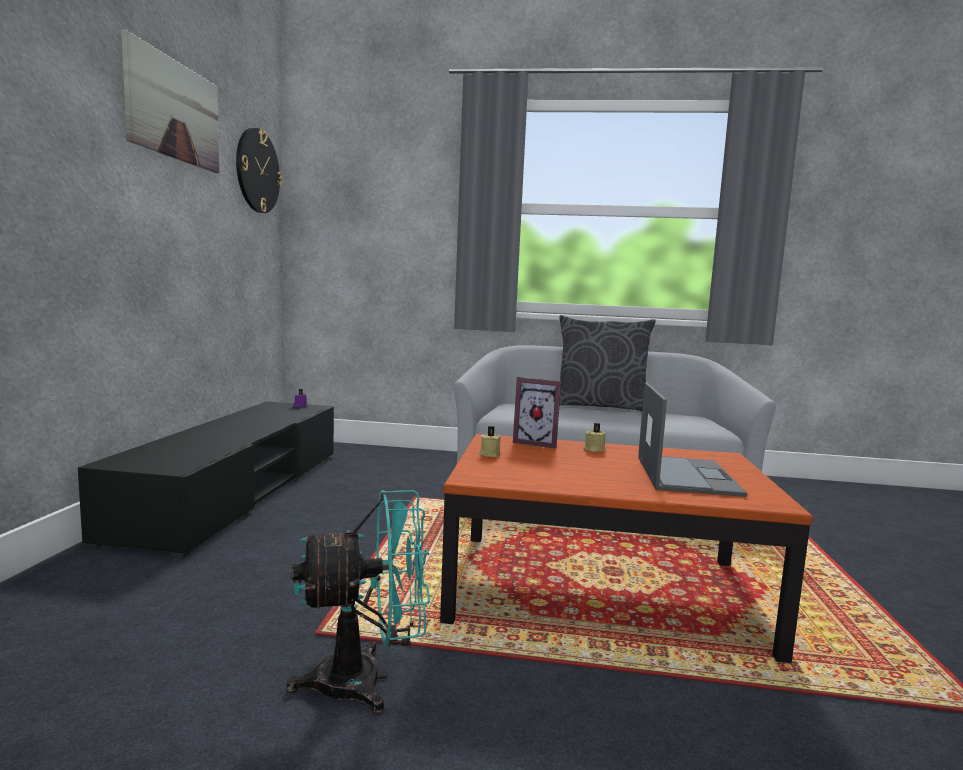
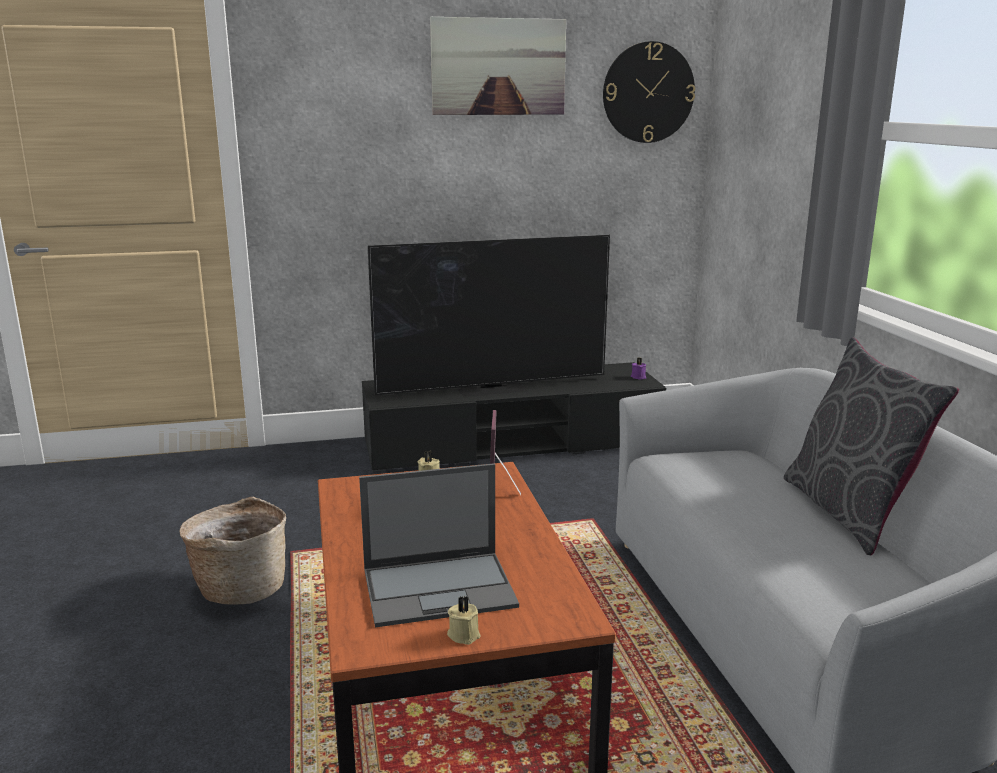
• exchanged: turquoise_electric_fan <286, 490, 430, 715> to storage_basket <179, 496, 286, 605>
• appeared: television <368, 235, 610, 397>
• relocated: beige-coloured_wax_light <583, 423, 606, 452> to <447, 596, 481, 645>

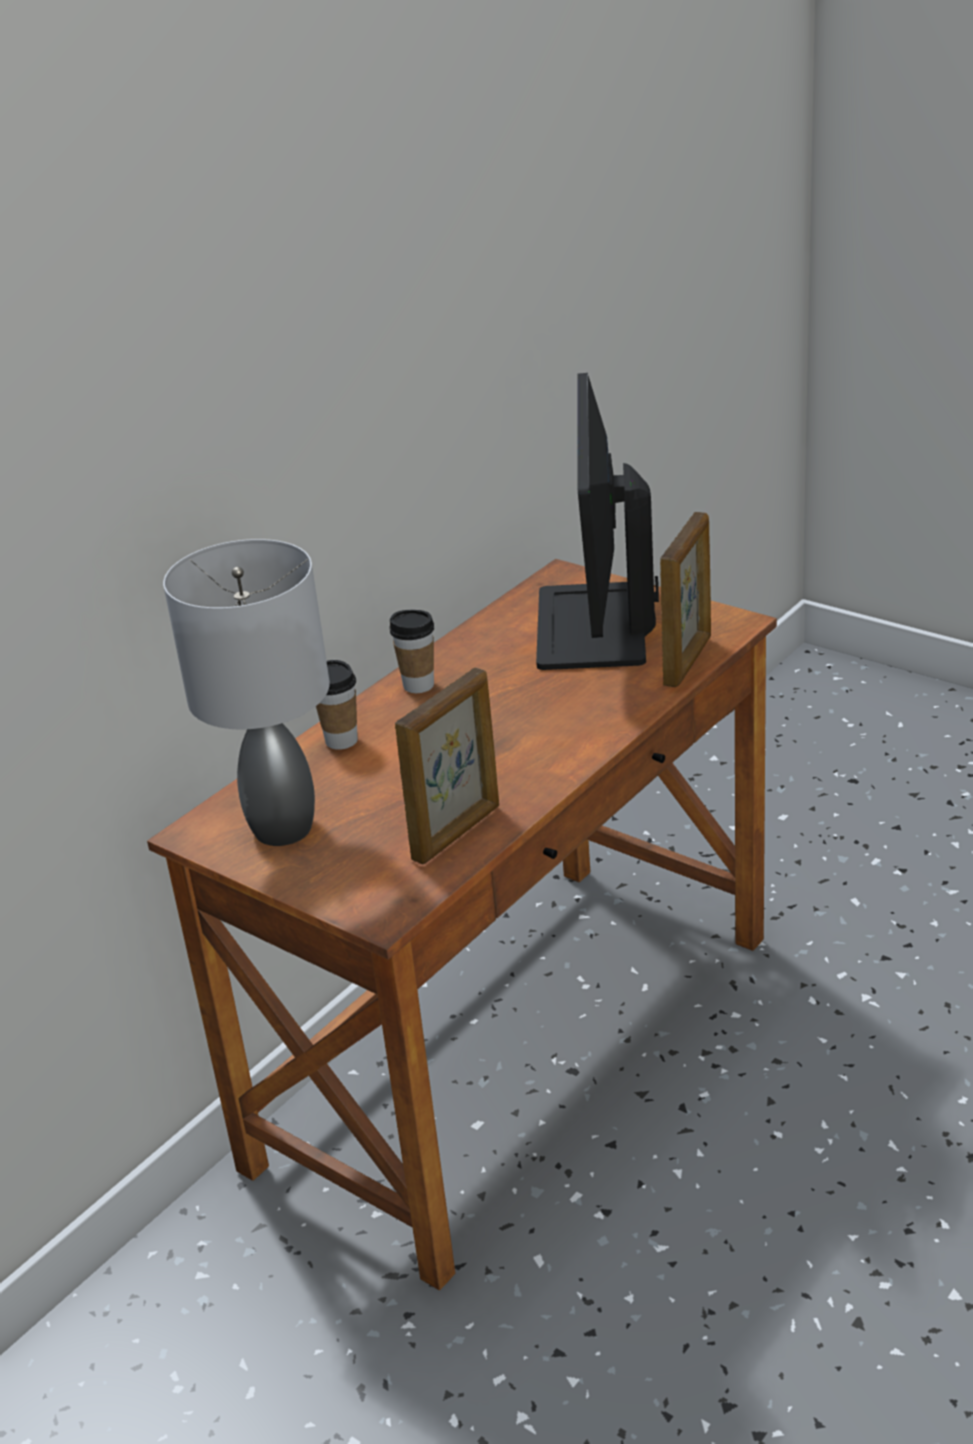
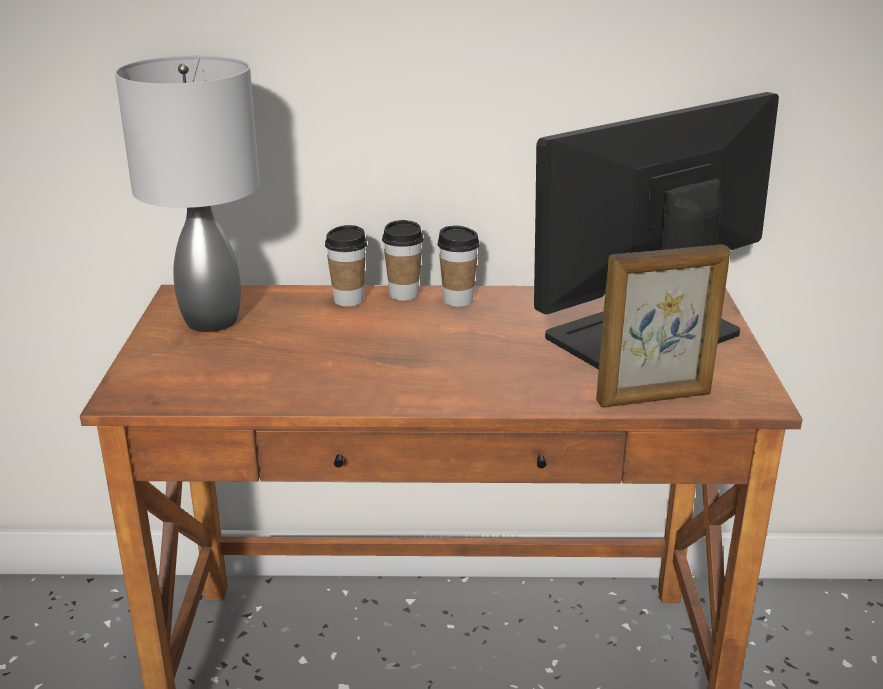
• appeared: drinking_cup <382, 220, 424, 301>
• missing: photo_frame <395, 668, 499, 865>

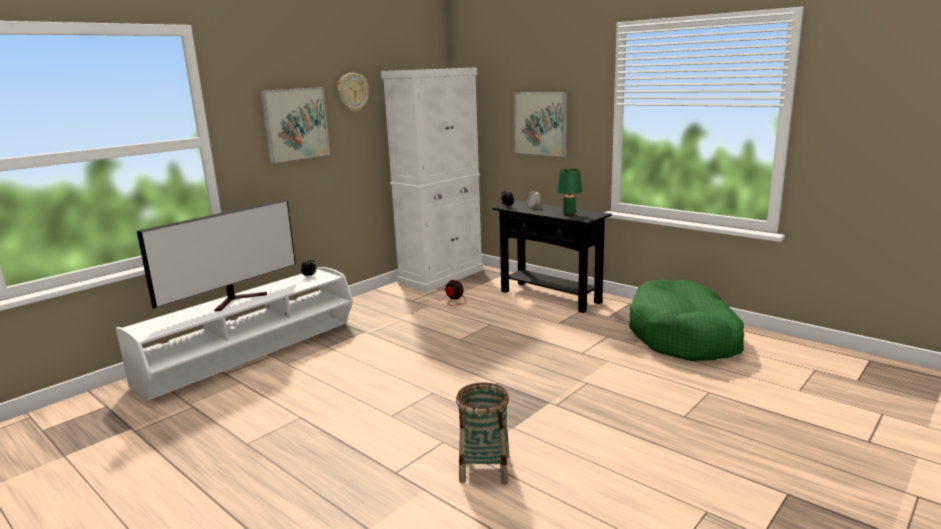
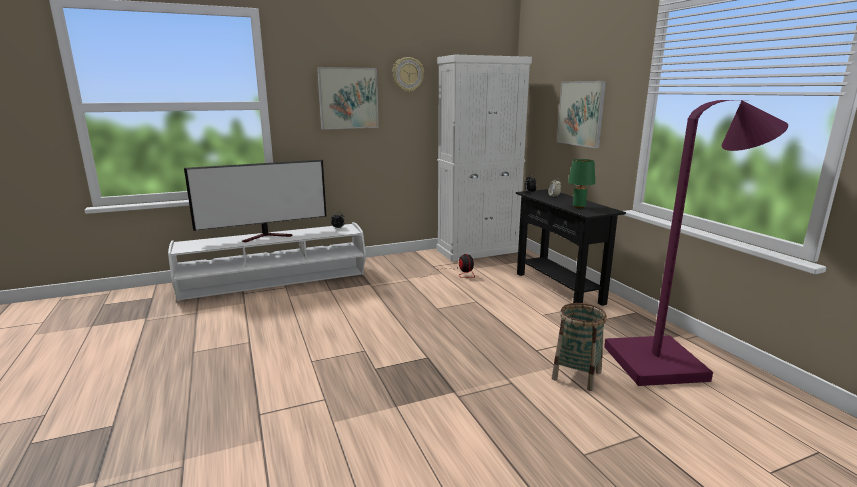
• relocated: storage_basket <456, 382, 510, 485> to <552, 303, 607, 391>
• exchanged: green-coloured_dog_cushion <629, 280, 744, 361> to purplish_standing_lamp <604, 100, 788, 386>

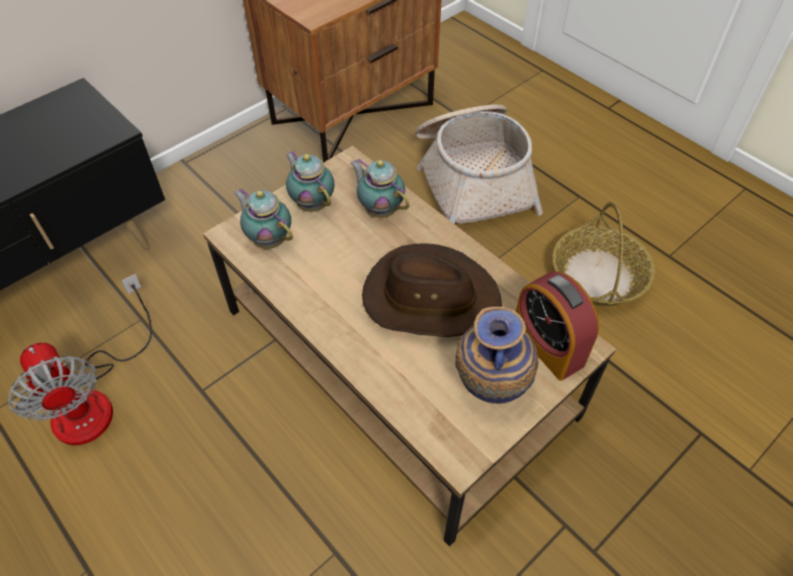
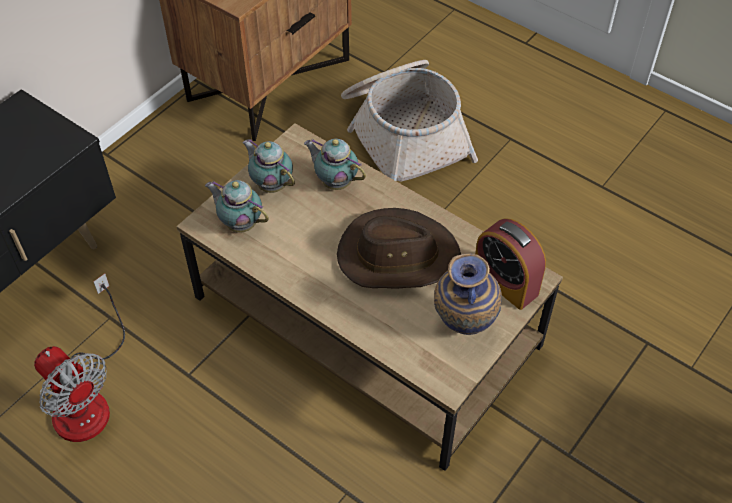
• missing: storage_basket <553, 202, 655, 306>

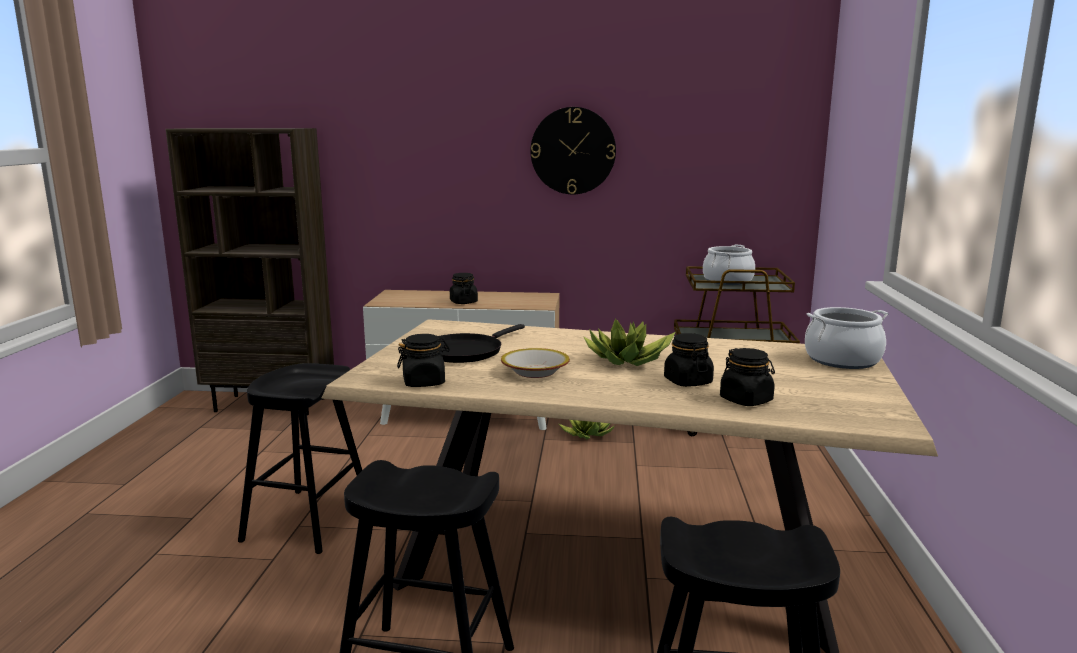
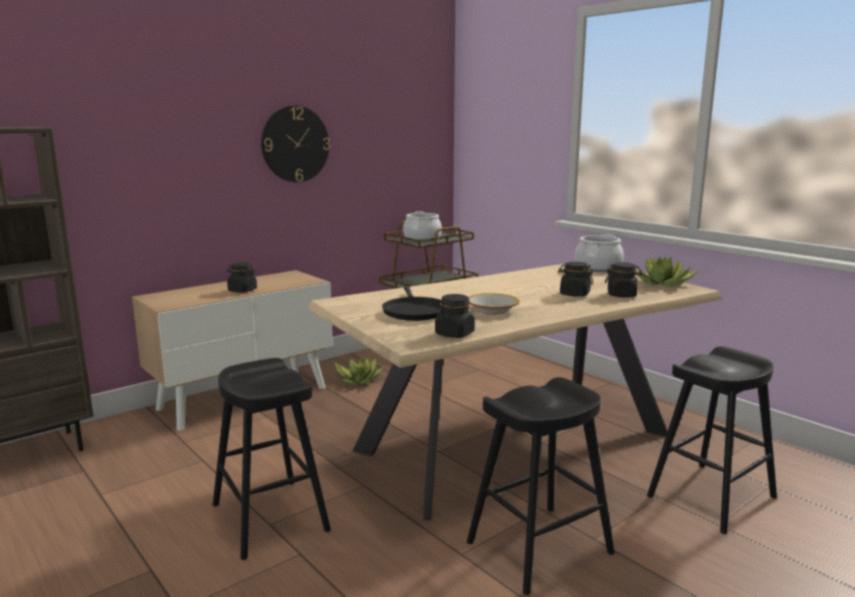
• relocated: houseplant <583, 318, 676, 366> to <636, 256, 699, 286>

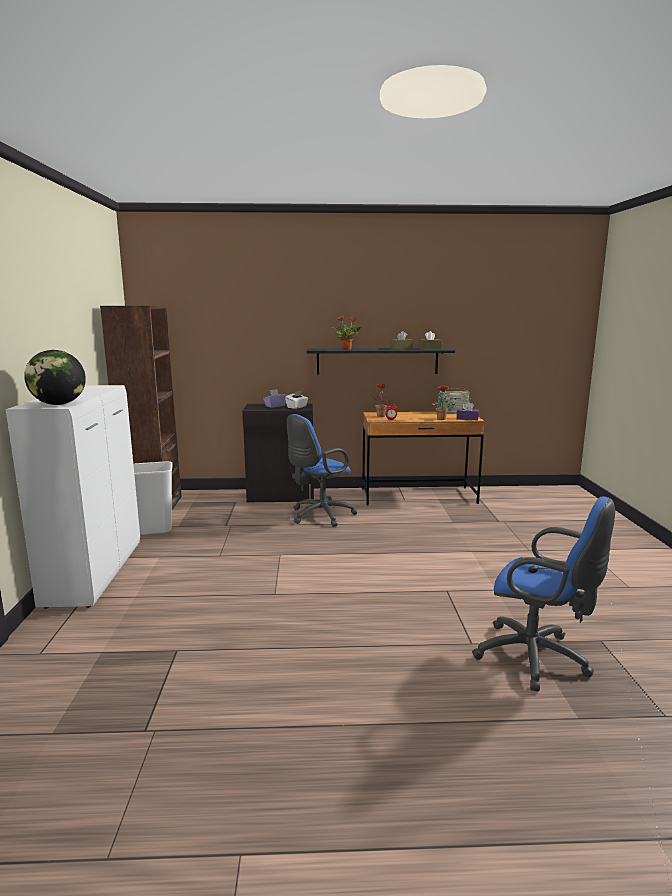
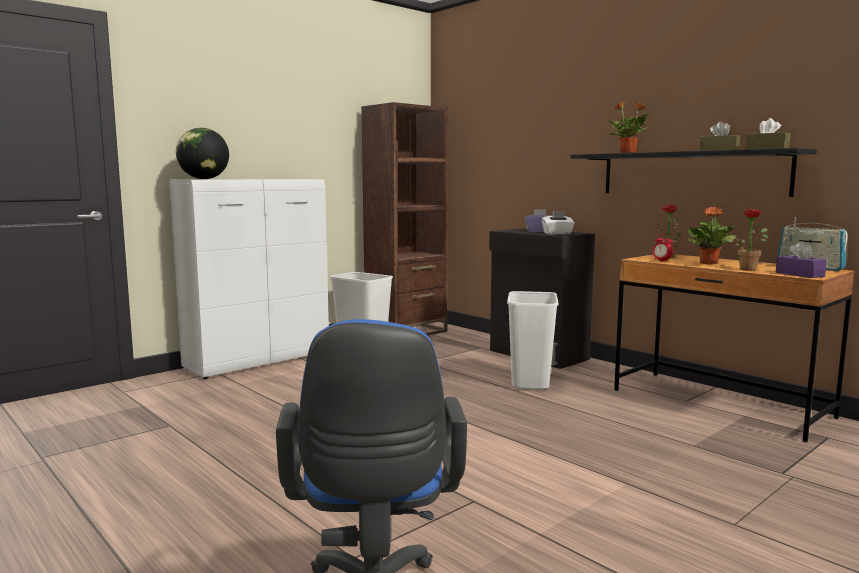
• exchanged: blue_office_chair <287, 414, 357, 527> to white-coloured_waste_bin <507, 291, 559, 390>
• appeared: houseplant <688, 207, 737, 264>

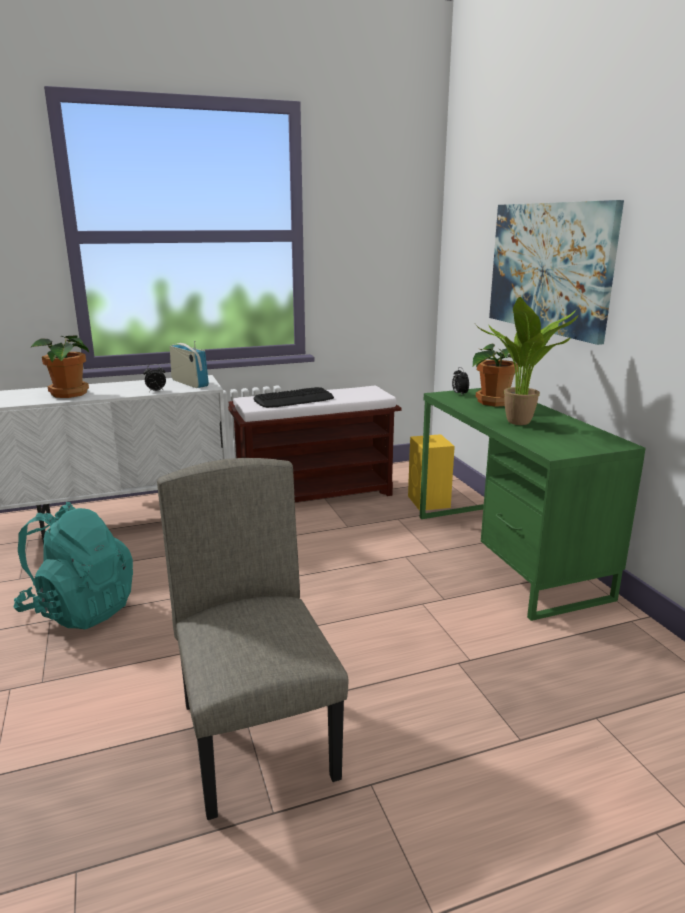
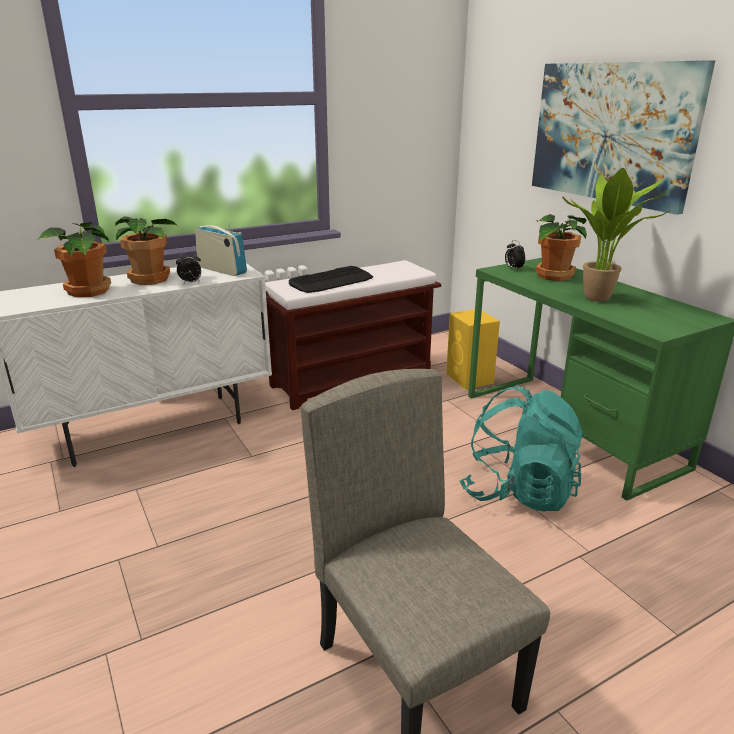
• appeared: houseplant <116, 216, 178, 285>
• relocated: turquoise_rucksack <14, 502, 133, 629> to <460, 384, 584, 512>

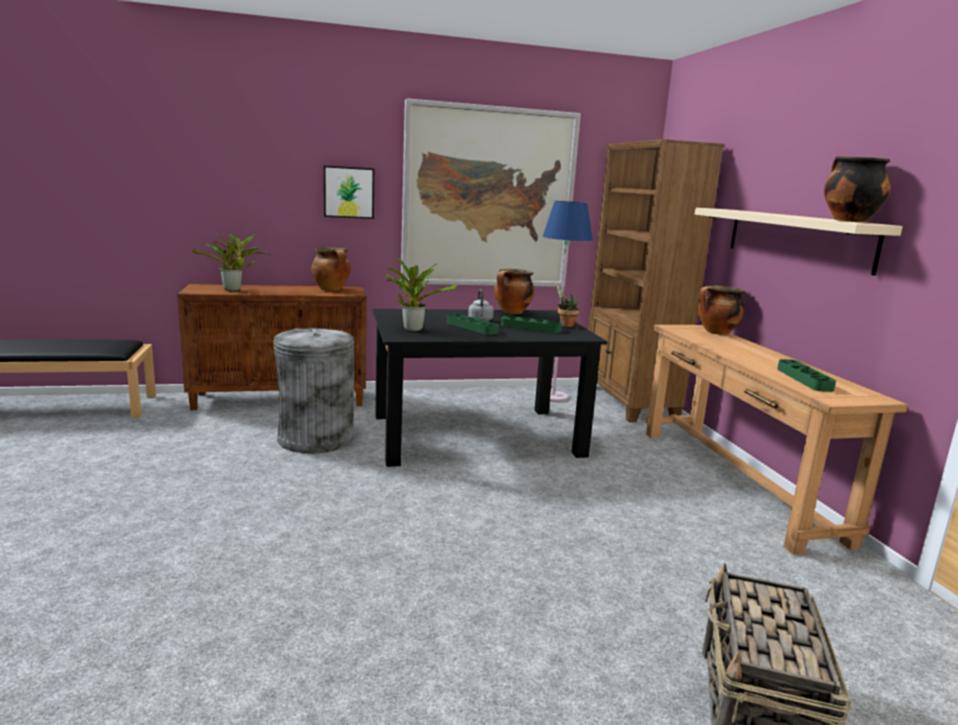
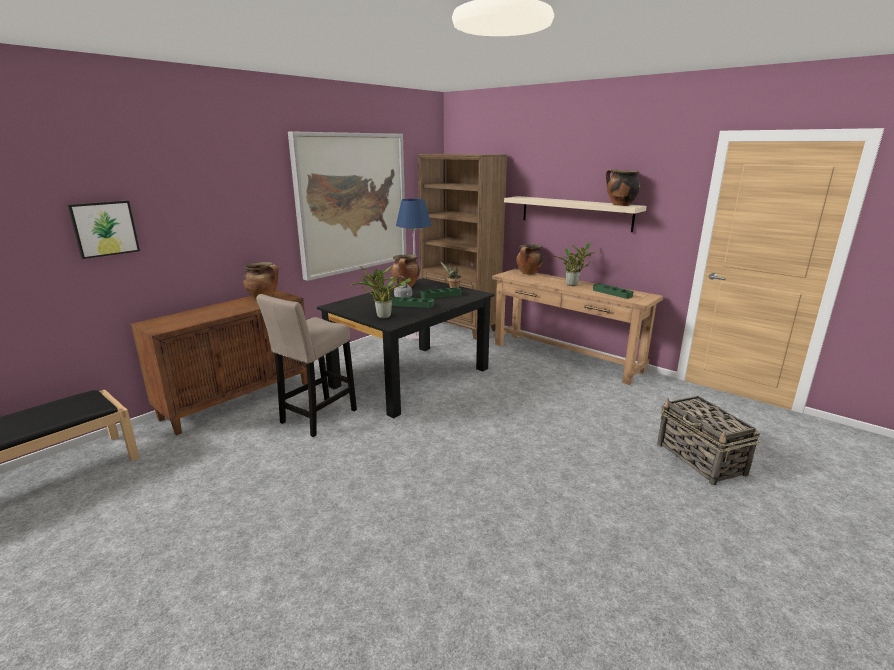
• relocated: wall_art <324, 166, 374, 219> to <67, 200, 140, 259>
• exchanged: greyish_waste_bin <273, 328, 355, 453> to beige-coloured_sitting_stool <256, 294, 357, 437>
• relocated: houseplant <192, 233, 271, 291> to <554, 242, 594, 286>

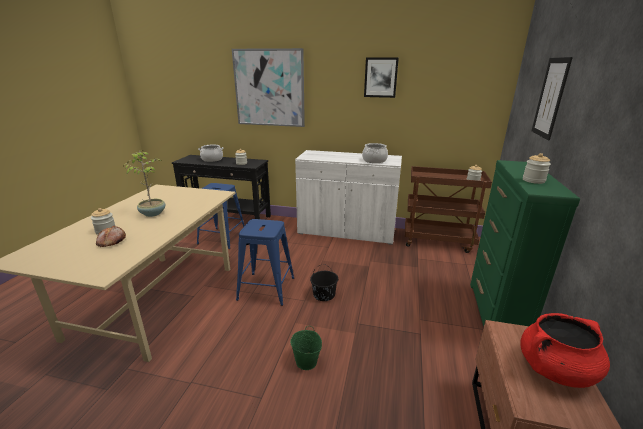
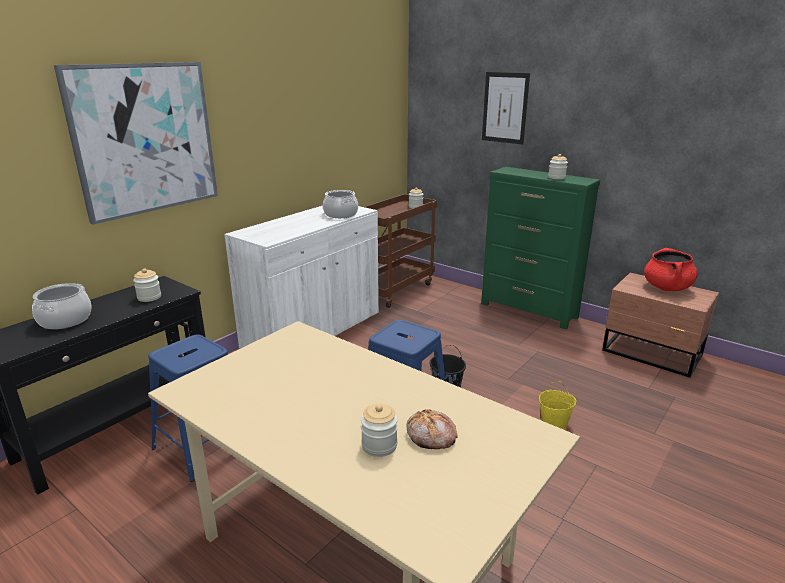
• colour: green-coloured_bucket <290, 326, 322, 370> to yellowish_bucket <539, 381, 576, 430>
• missing: houseplant <123, 150, 166, 217>
• missing: wall_art <364, 57, 399, 98>

